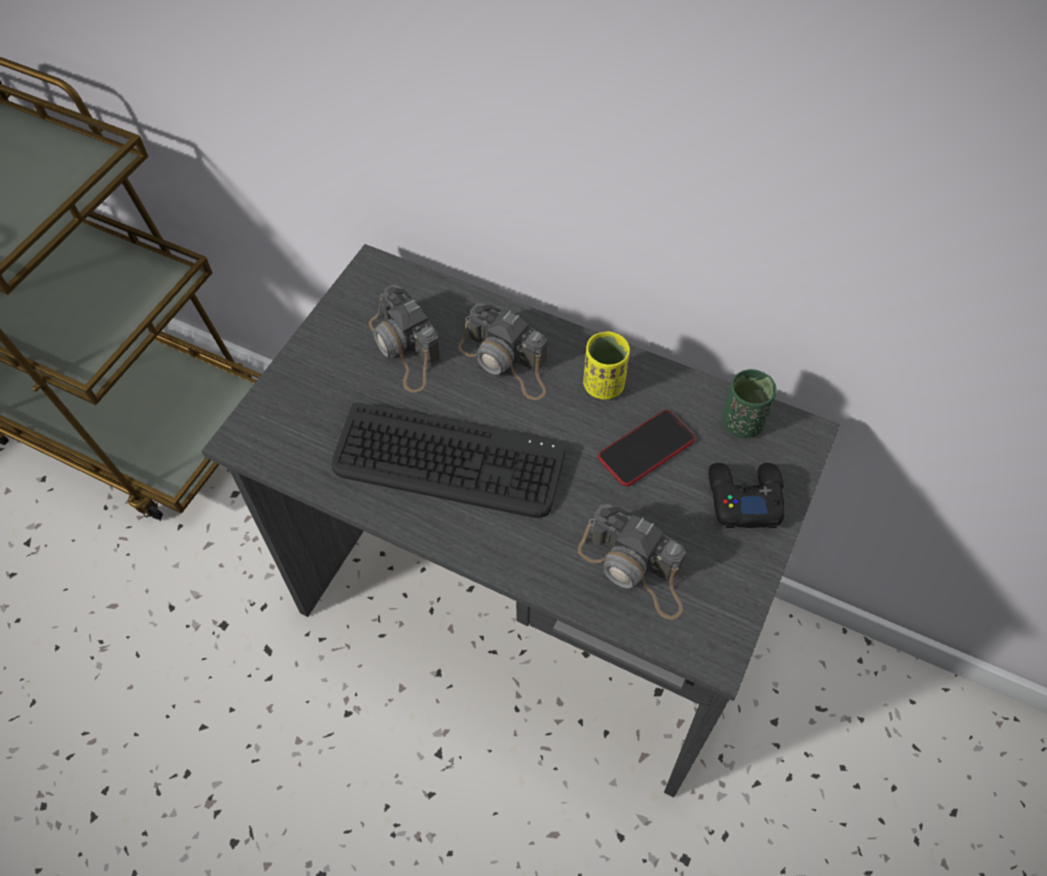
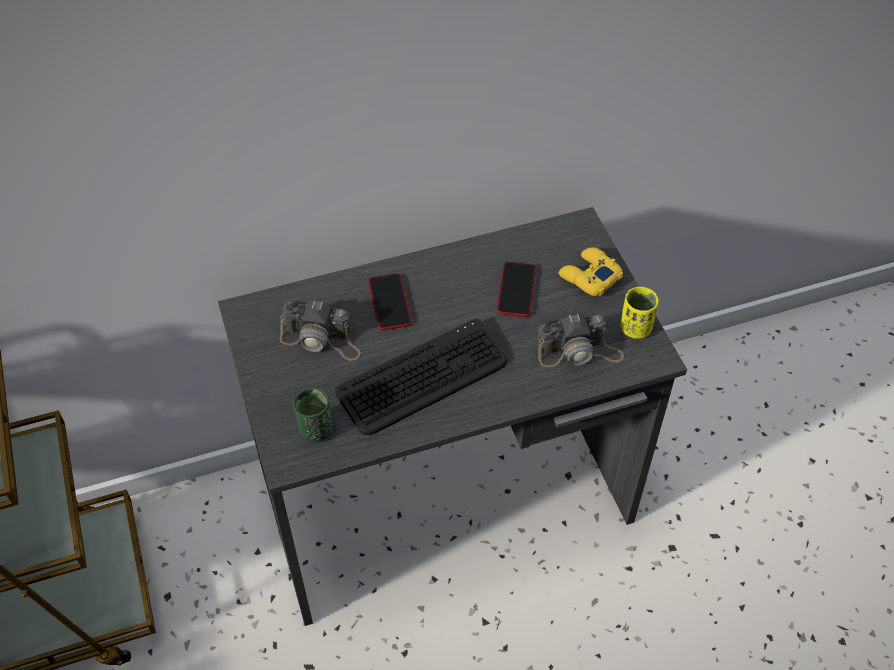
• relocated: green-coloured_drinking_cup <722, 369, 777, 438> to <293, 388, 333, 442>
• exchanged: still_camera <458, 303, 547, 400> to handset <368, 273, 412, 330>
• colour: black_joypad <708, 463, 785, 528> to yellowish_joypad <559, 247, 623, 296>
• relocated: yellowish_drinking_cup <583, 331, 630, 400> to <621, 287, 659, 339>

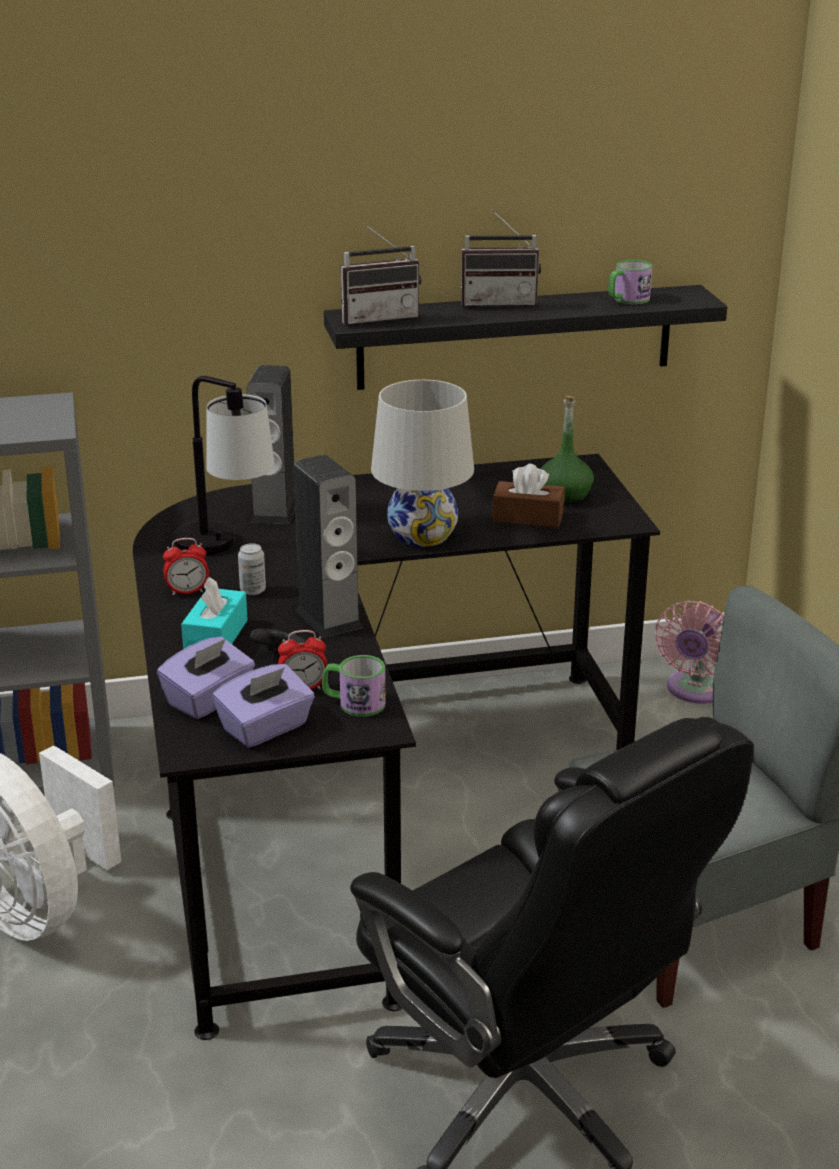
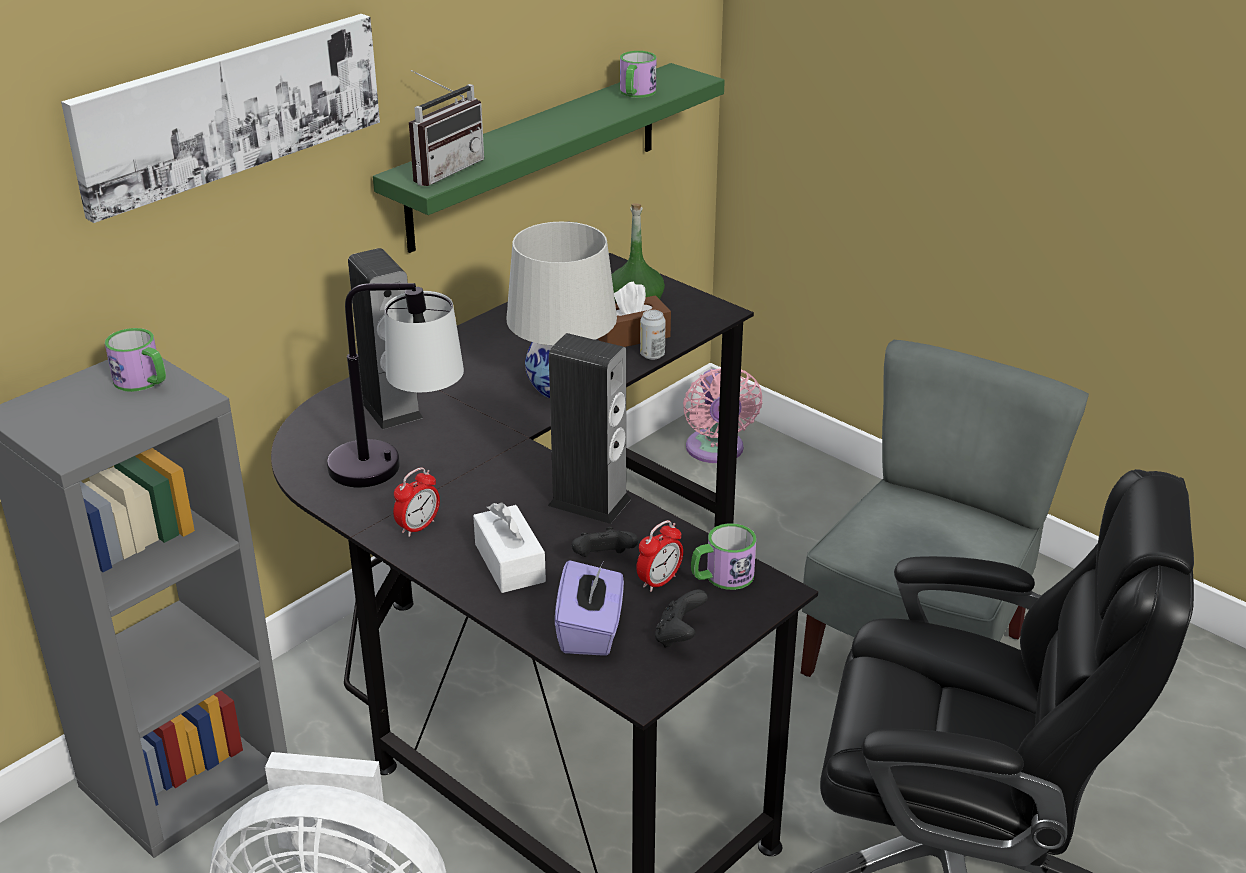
• appeared: wall_art <61, 14, 380, 223>
• appeared: coffee_mug <105, 328, 166, 392>
• colour: black_wall_shelf <324, 285, 727, 390> to green-coloured_wall_shelf <373, 63, 725, 253>
• colour: turquoise_tissue_box <181, 577, 248, 649> to white-coloured_tissue_box <473, 502, 546, 593>
• relocated: can <238, 543, 266, 595> to <640, 310, 666, 360>
• exchanged: purplish_tissue_box <212, 664, 315, 748> to black_joypad <655, 590, 708, 648>
• missing: radio_set <461, 209, 541, 307>

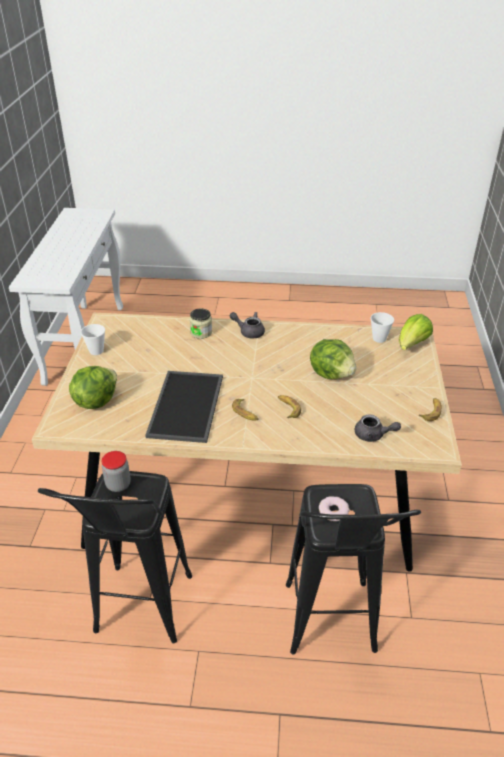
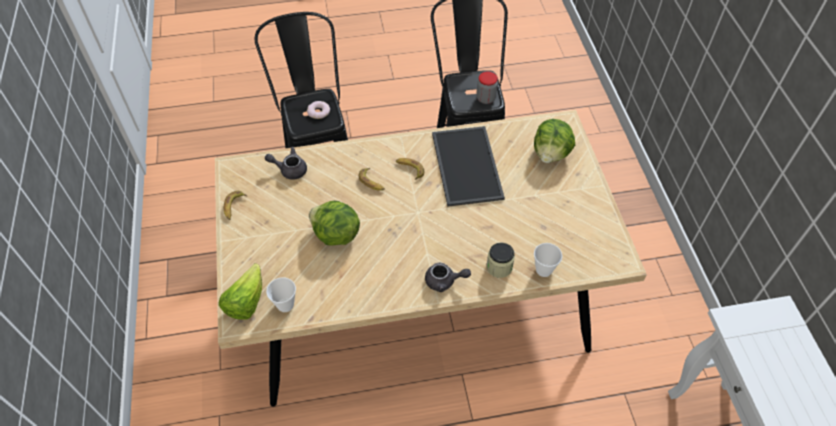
• relocated: drinking_cup <81, 324, 105, 355> to <534, 243, 562, 277>

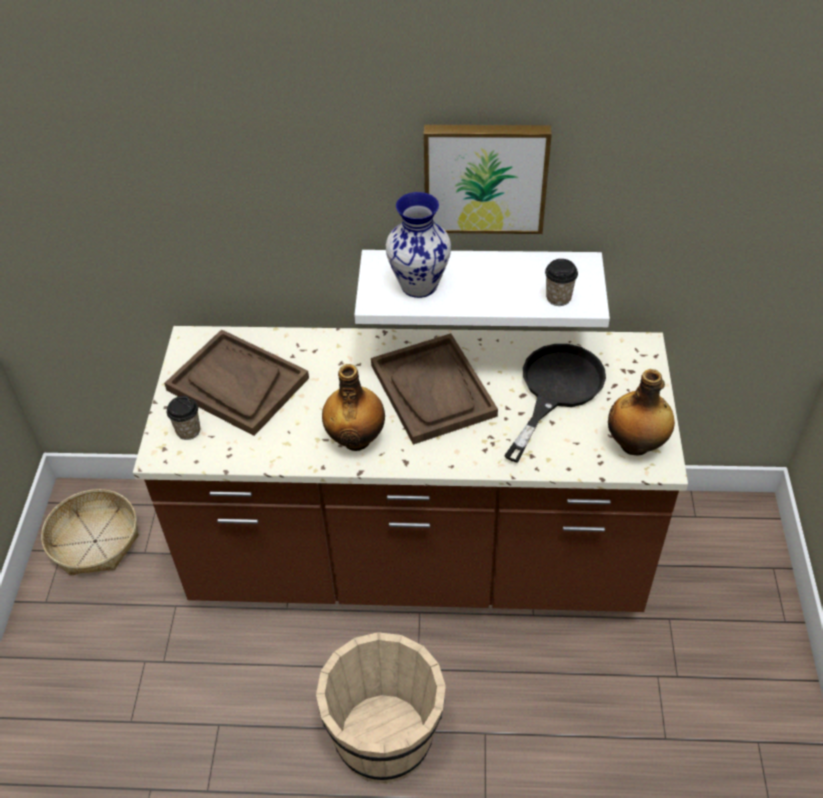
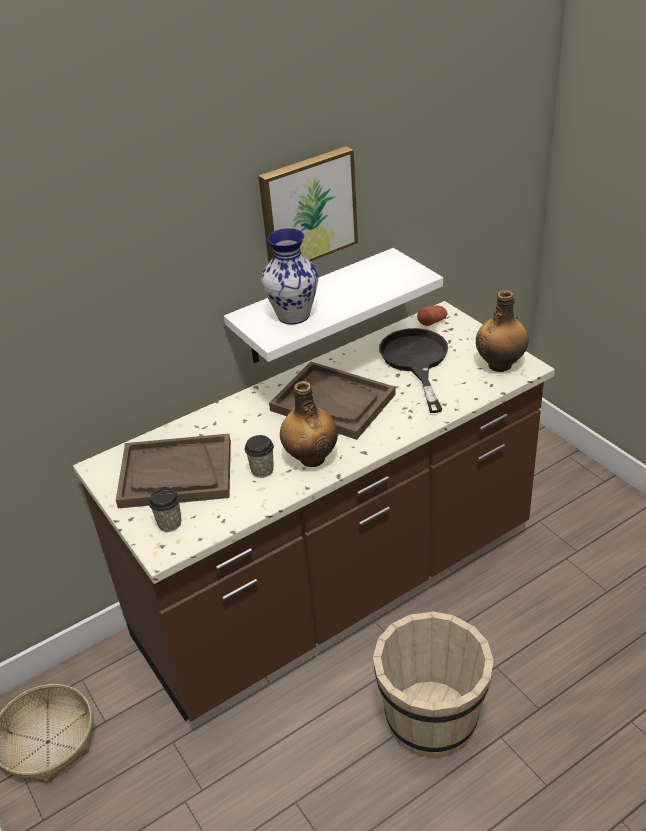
• relocated: drinking_cup <545, 259, 578, 306> to <245, 435, 274, 478>
• appeared: spud <417, 306, 448, 326>

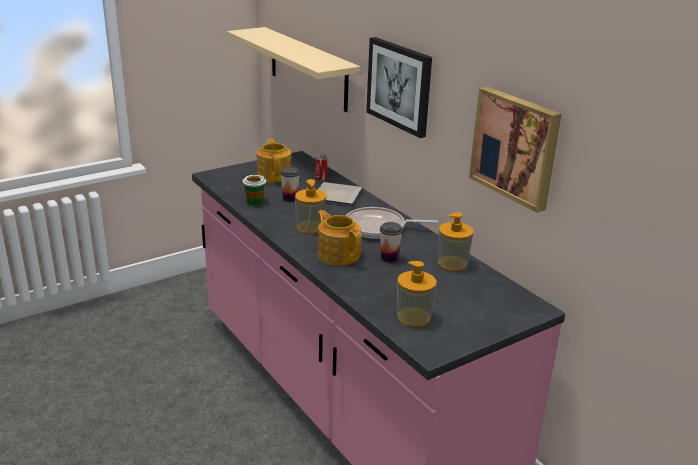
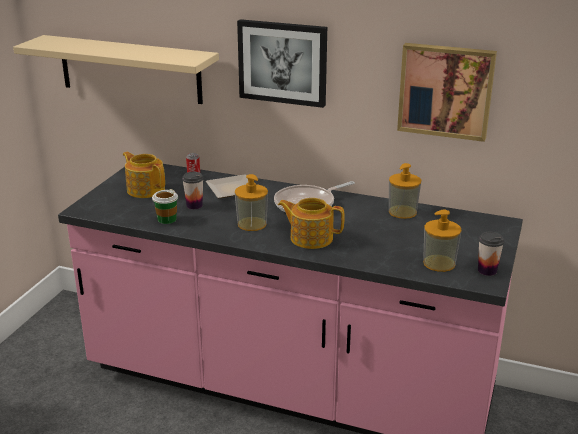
• relocated: drinking_cup <380, 222, 403, 263> to <478, 232, 505, 276>

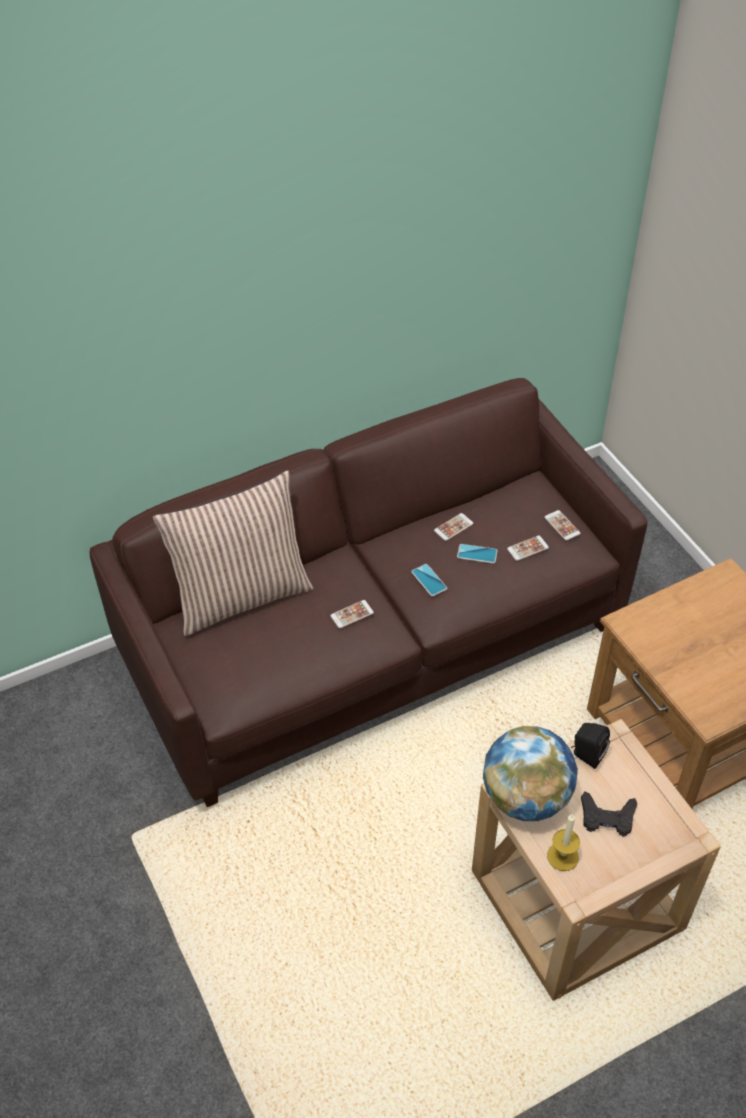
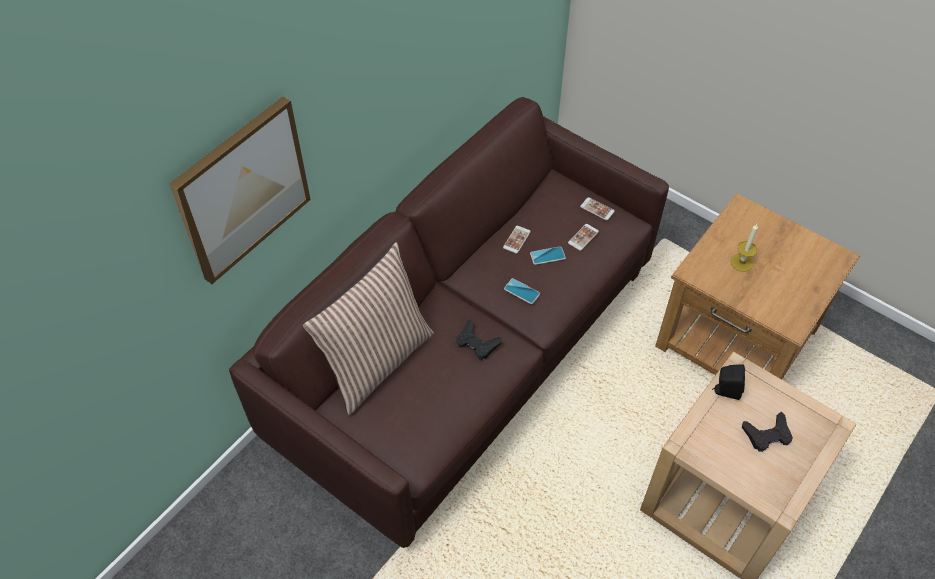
• appeared: wall_art <169, 96, 311, 284>
• exchanged: handset <330, 600, 374, 628> to black_joypad <456, 319, 502, 360>
• relocated: wax_light <547, 814, 580, 871> to <731, 224, 758, 272>
• missing: desk_globe <483, 726, 578, 821>

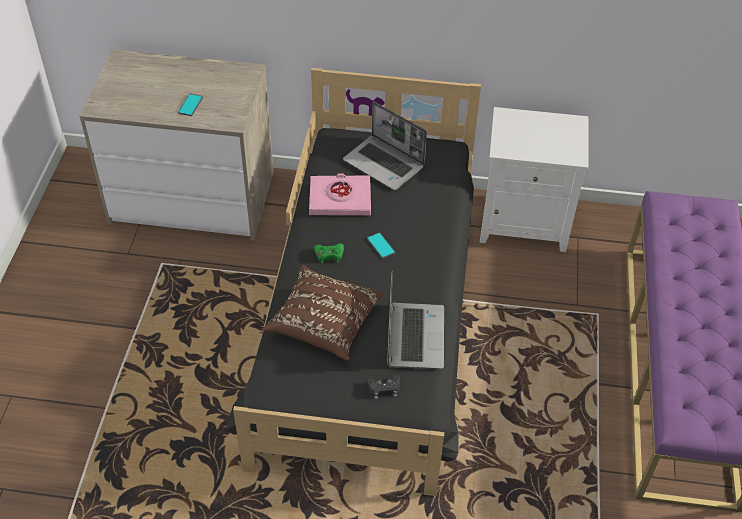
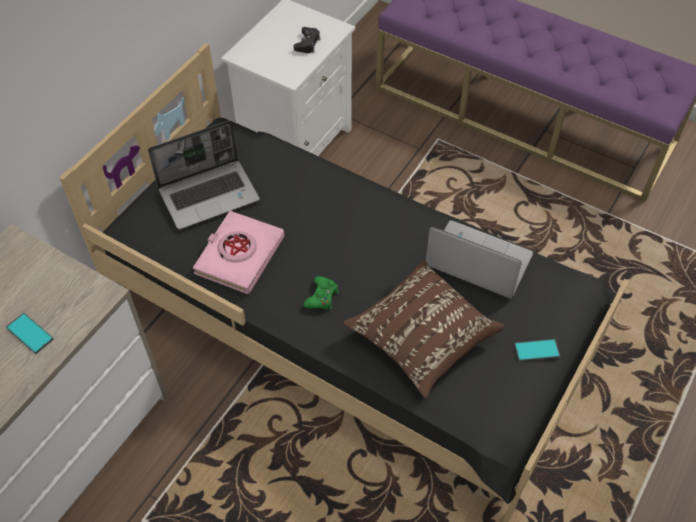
• relocated: black_joypad <367, 375, 400, 399> to <294, 27, 321, 53>
• relocated: handset <367, 232, 396, 259> to <514, 339, 560, 361>

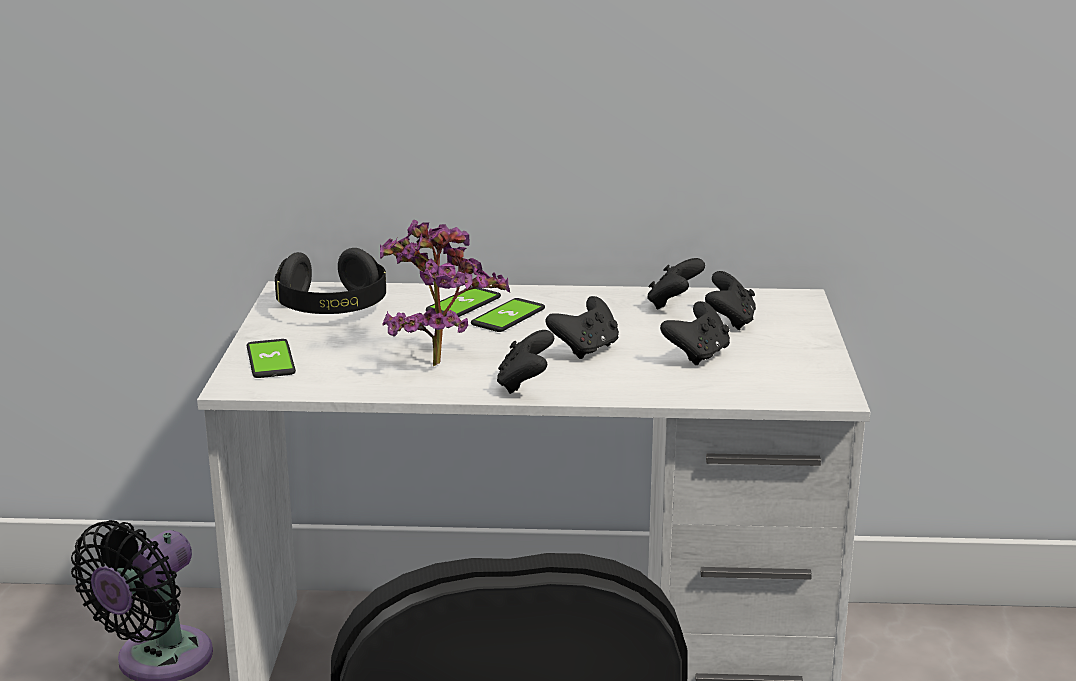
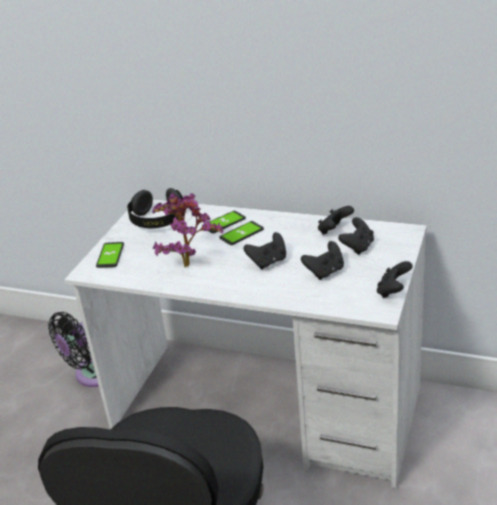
• relocated: black_joypad <497, 330, 554, 394> to <377, 261, 413, 298>

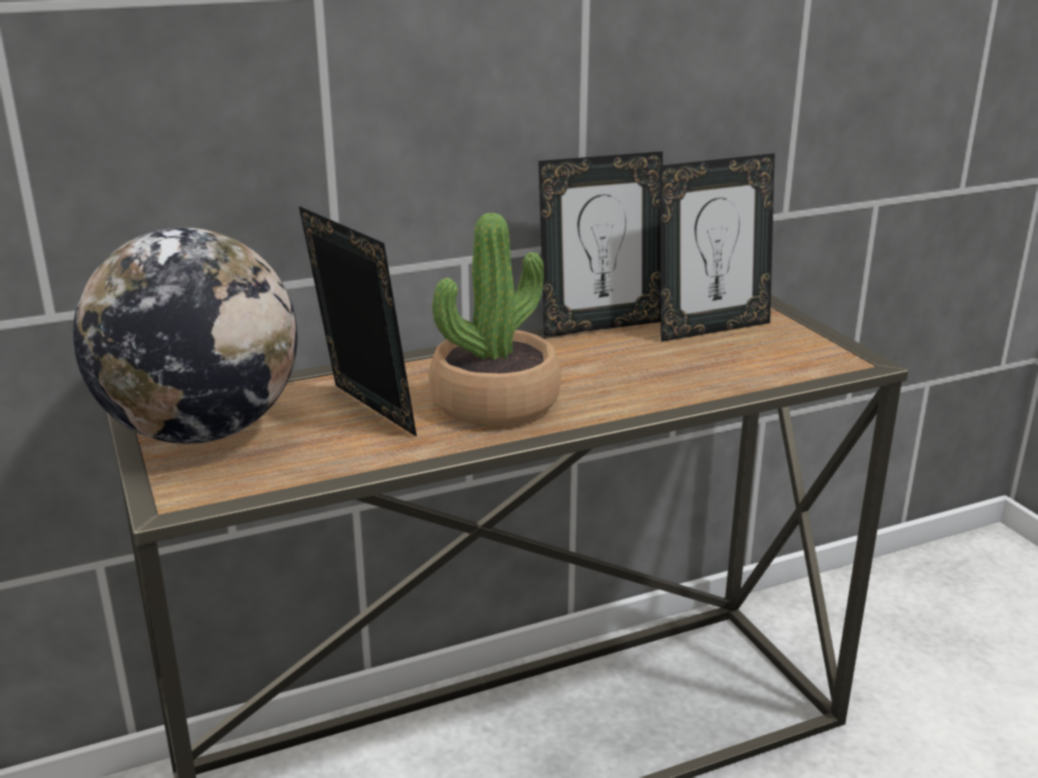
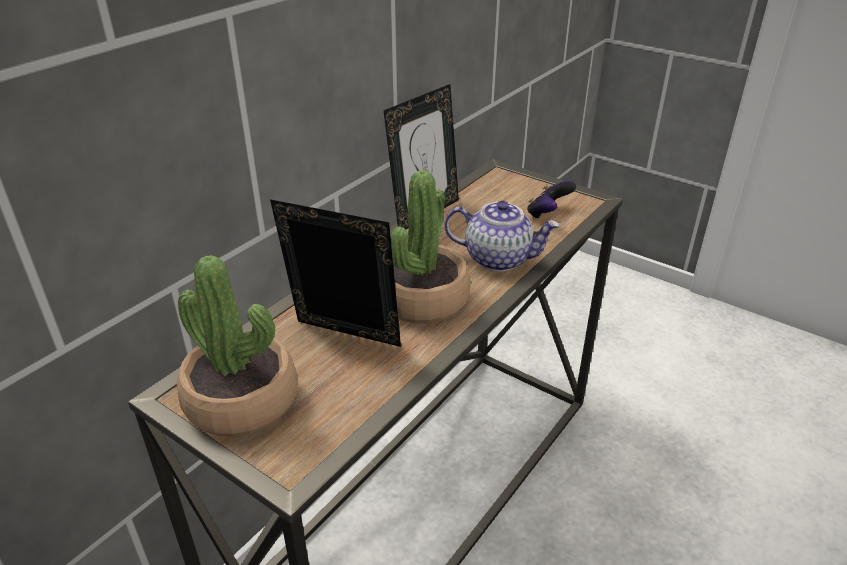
• exchanged: desk_globe <73, 228, 297, 444> to houseplant <177, 255, 297, 437>
• appeared: pot_for_tea <444, 200, 560, 272>
• appeared: joypad <527, 181, 576, 219>
• missing: photo_frame <660, 153, 775, 342>

